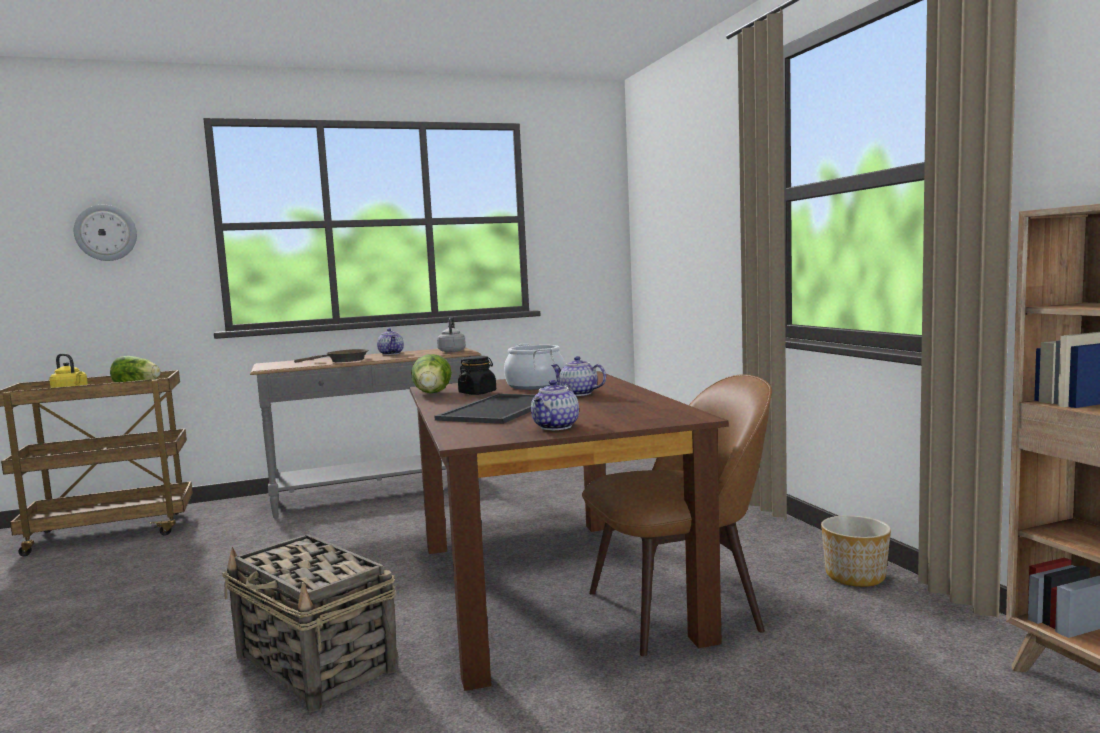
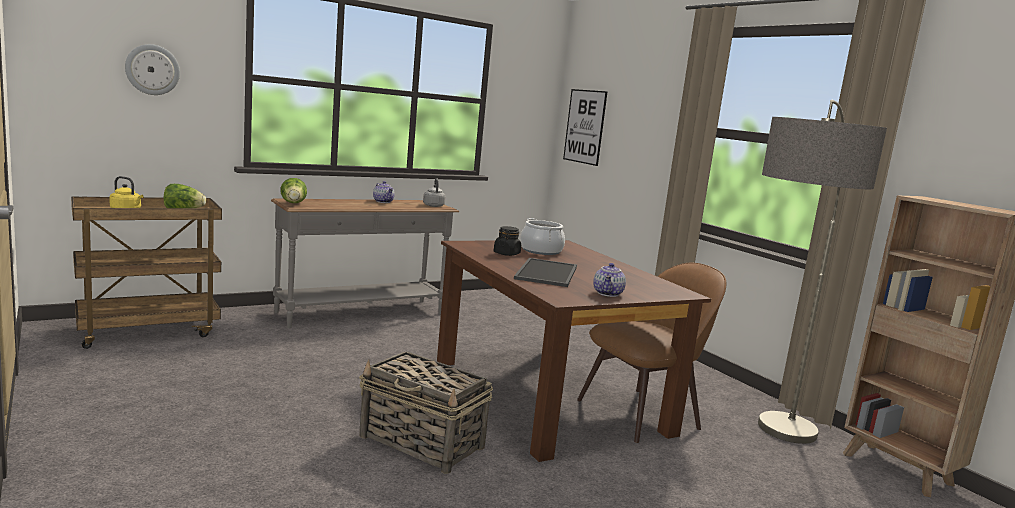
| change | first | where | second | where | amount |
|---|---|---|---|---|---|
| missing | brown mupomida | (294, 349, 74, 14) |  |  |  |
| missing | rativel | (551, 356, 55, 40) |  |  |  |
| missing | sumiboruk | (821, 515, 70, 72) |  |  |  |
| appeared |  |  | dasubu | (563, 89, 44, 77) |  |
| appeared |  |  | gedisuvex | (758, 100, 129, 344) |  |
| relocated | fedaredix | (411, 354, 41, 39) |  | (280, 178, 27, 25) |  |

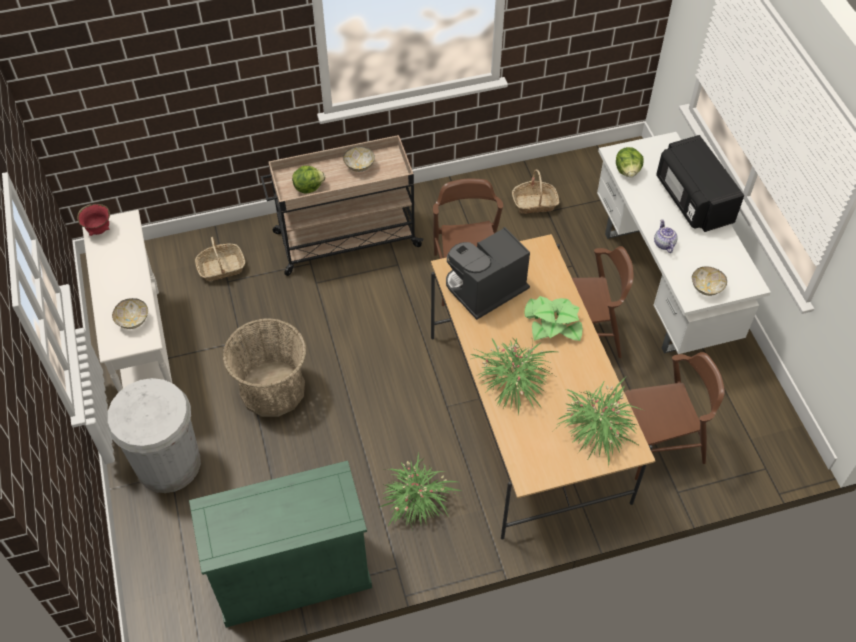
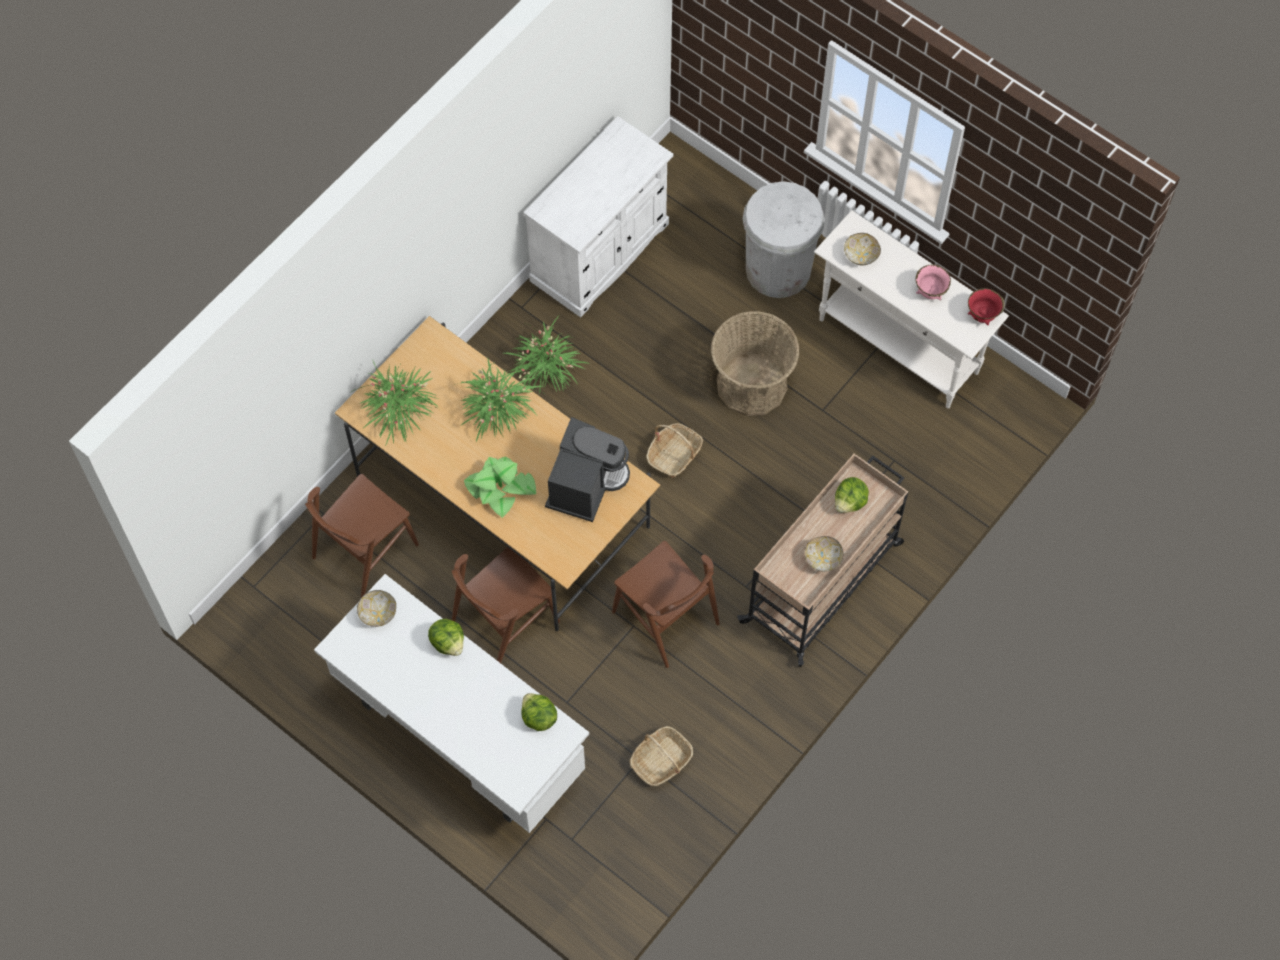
| change | first | where | second | where | amount |
|---|---|---|---|---|---|
| missing | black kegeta | (656, 135, 88, 97) |  |  |  |
| appeared |  |  | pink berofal | (915, 265, 36, 35) |  |
| relocated | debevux | (195, 237, 50, 44) |  | (646, 423, 57, 55) |  |
| exchanged | rativel | (654, 219, 24, 34) | fedaredix | (428, 619, 36, 37) |  |
| colour | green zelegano | (189, 461, 183, 166) | white zelegano | (523, 116, 151, 201) |  |

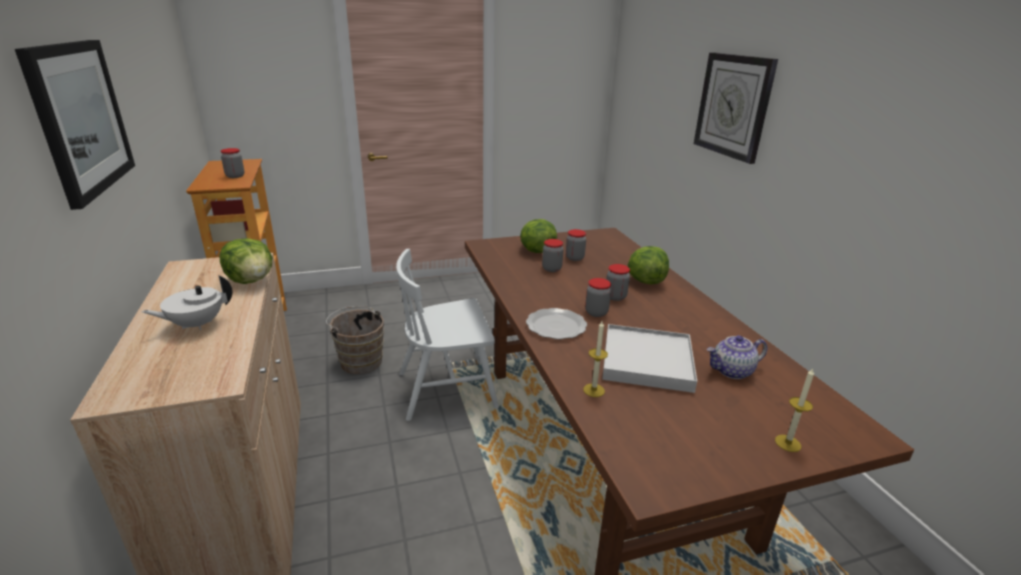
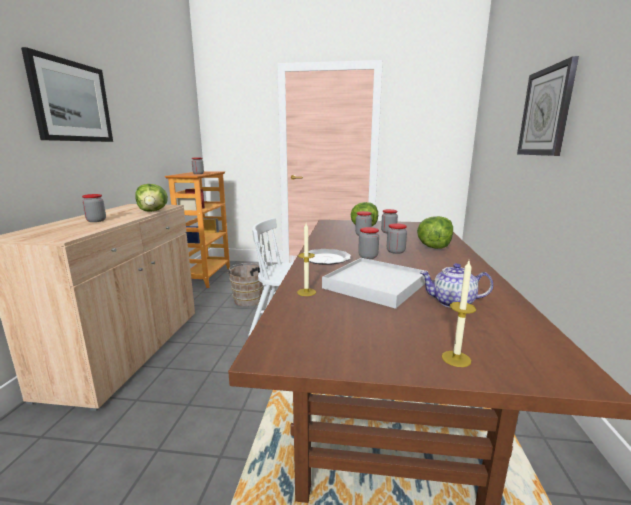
| change | first | where | second | where | amount |
|---|---|---|---|---|---|
| exchanged | white rativel | (142, 275, 90, 55) | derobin | (82, 194, 24, 28) |  |

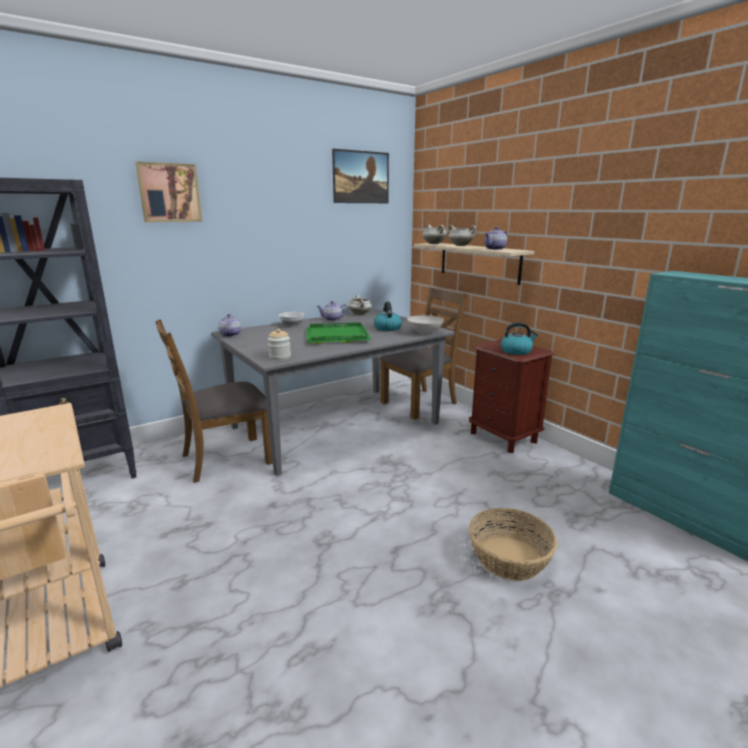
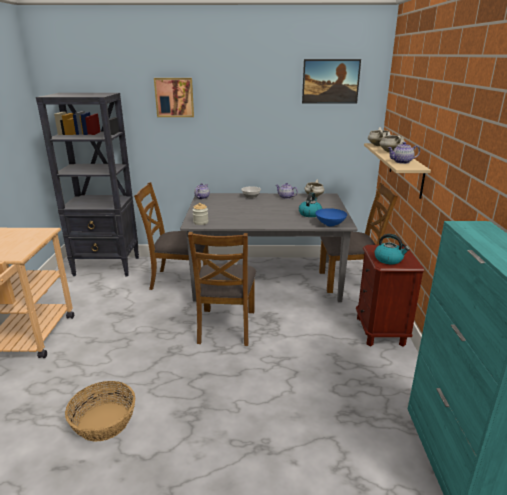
| change | first | where | second | where | amount |
|---|---|---|---|---|---|
| missing | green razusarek | (306, 322, 65, 22) |  |  |  |
| appeared |  |  | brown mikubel | (188, 232, 68, 114) |  |
| relocated | debevux | (469, 508, 88, 73) |  | (65, 381, 70, 61) |  |
| colour | white berofal | (407, 315, 37, 19) | blue berofal | (315, 208, 32, 18) |  |

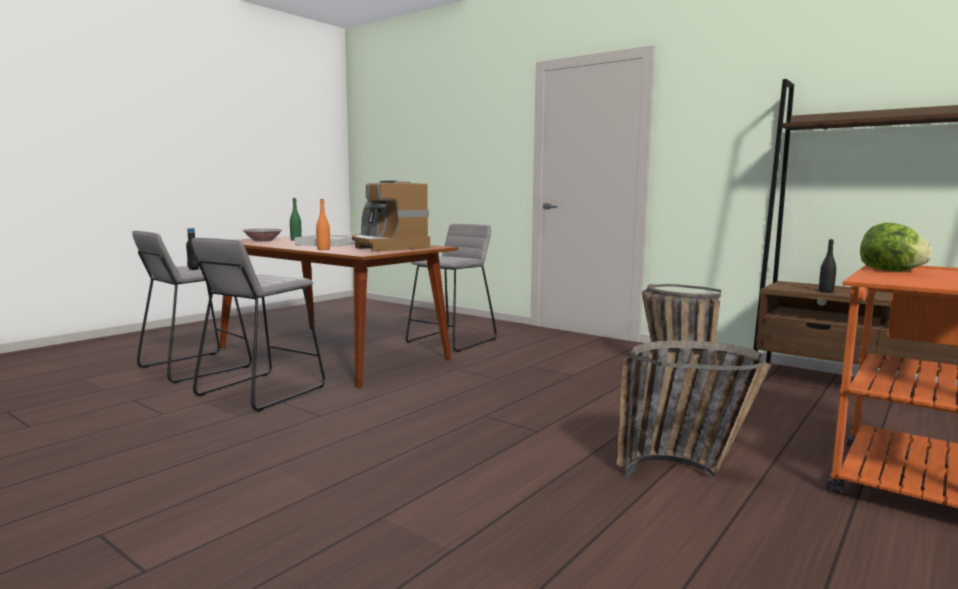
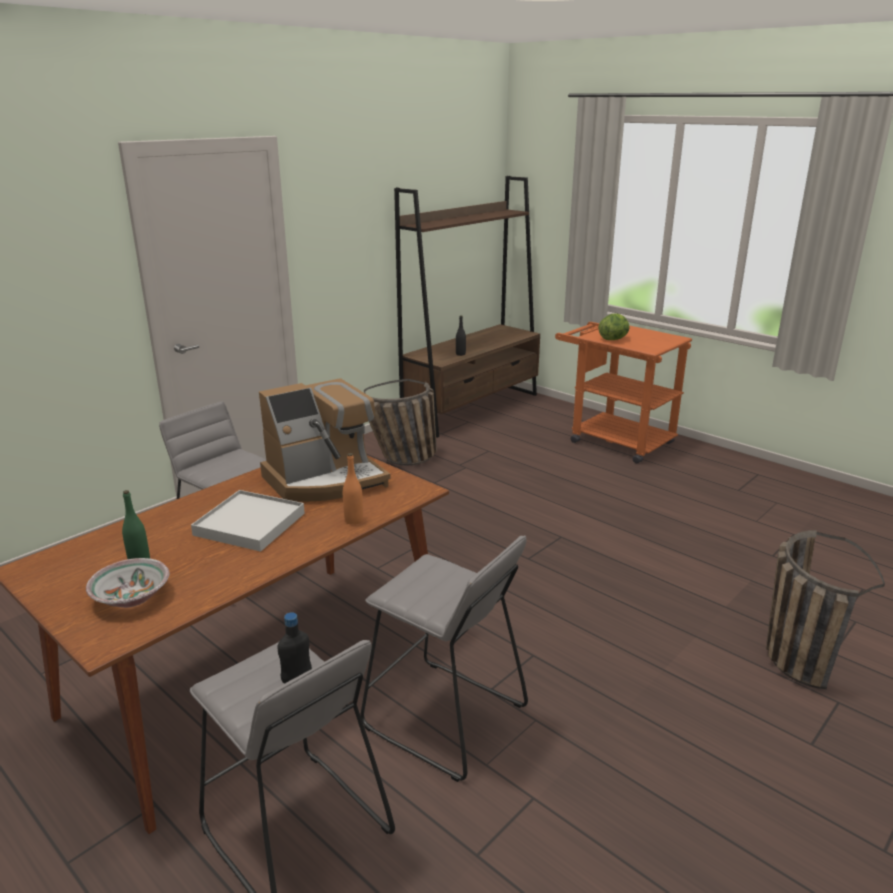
| change | first | where | second | where | amount |
|---|---|---|---|---|---|
| relocated | debevux | (617, 340, 154, 138) |  | (766, 530, 119, 159) |  |

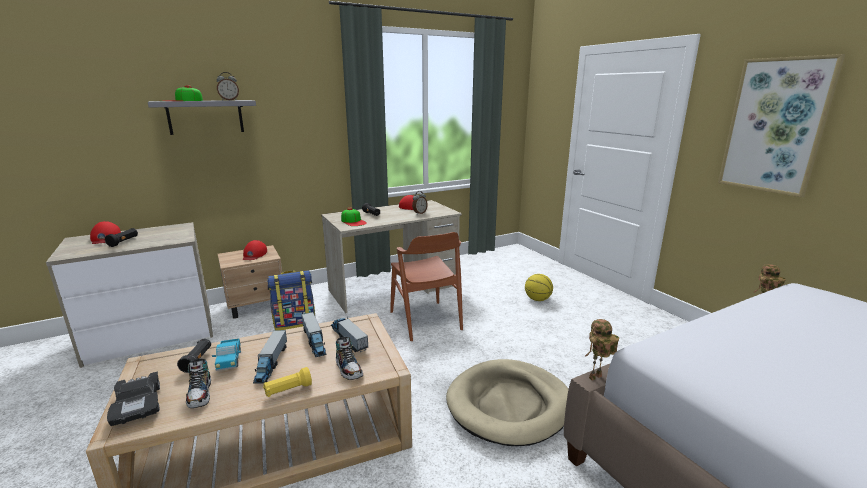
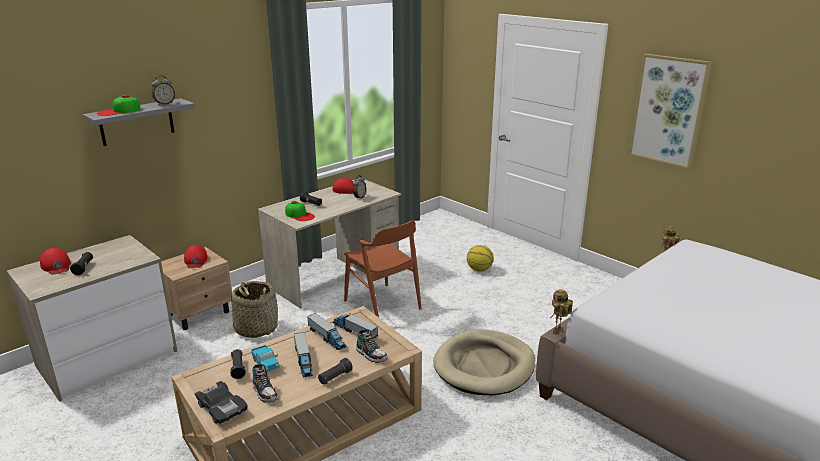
| change | first | where | second | where | amount |
|---|---|---|---|---|---|
| exchanged | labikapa | (267, 270, 48, 60) | debevux | (231, 281, 47, 57) |  |
| colour | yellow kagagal | (263, 367, 49, 30) | black kagagal | (318, 358, 35, 27) |  |

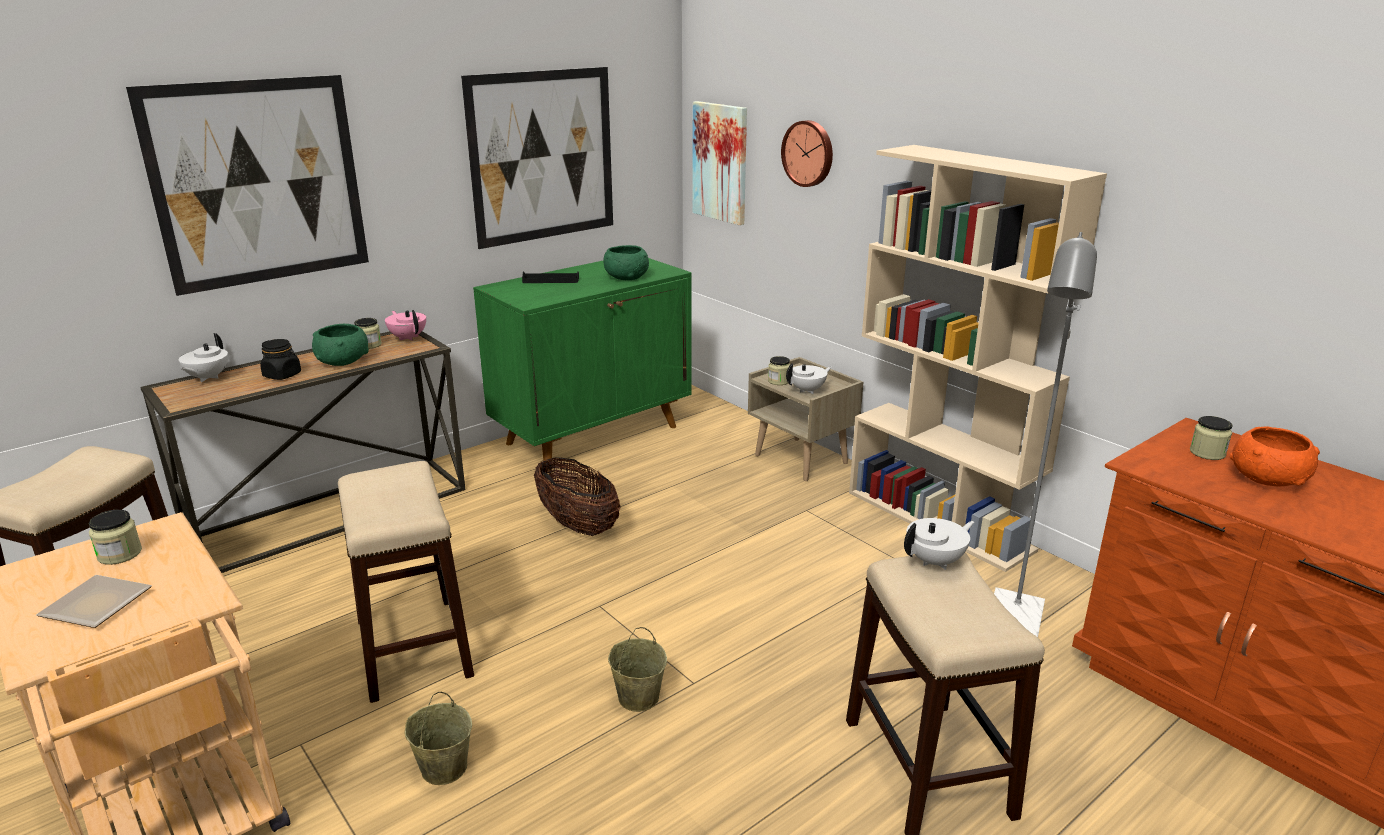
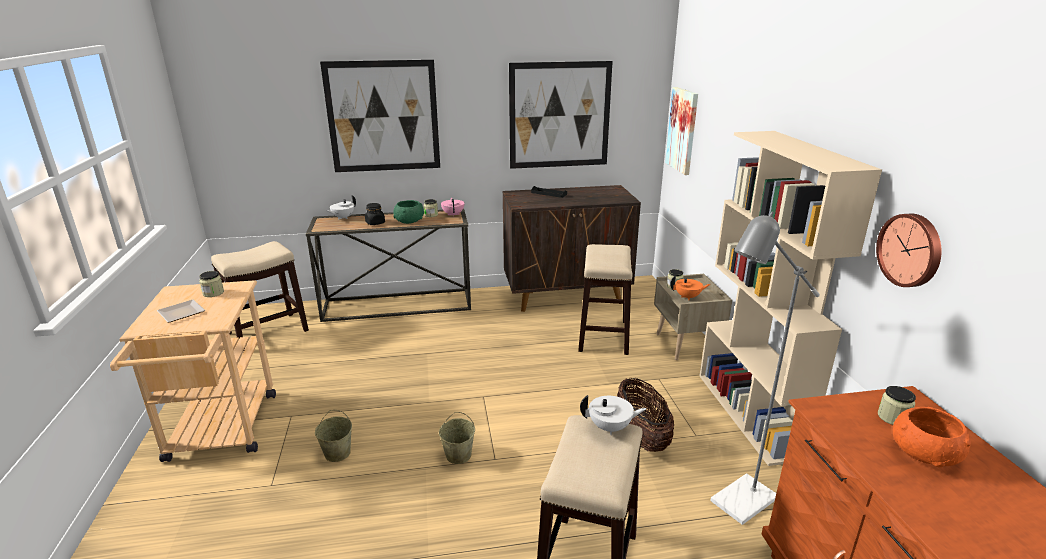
| change | first | where | second | where | amount |
|---|---|---|---|---|---|
| missing | green berofal | (603, 245, 46, 35) |  |  |  |
| relocated | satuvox | (338, 461, 136, 242) |  | (578, 244, 55, 111) |  |
| relocated | debevux | (534, 457, 86, 79) |  | (617, 378, 57, 74) |  |
| relocated | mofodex | (781, 120, 52, 67) |  | (876, 214, 66, 73) |  |
| colour | green zelegano | (473, 258, 219, 214) | brown zelegano | (503, 185, 138, 127) |  |
| colour | white rativel | (786, 363, 46, 31) | orange rativel | (670, 275, 41, 26) |  |

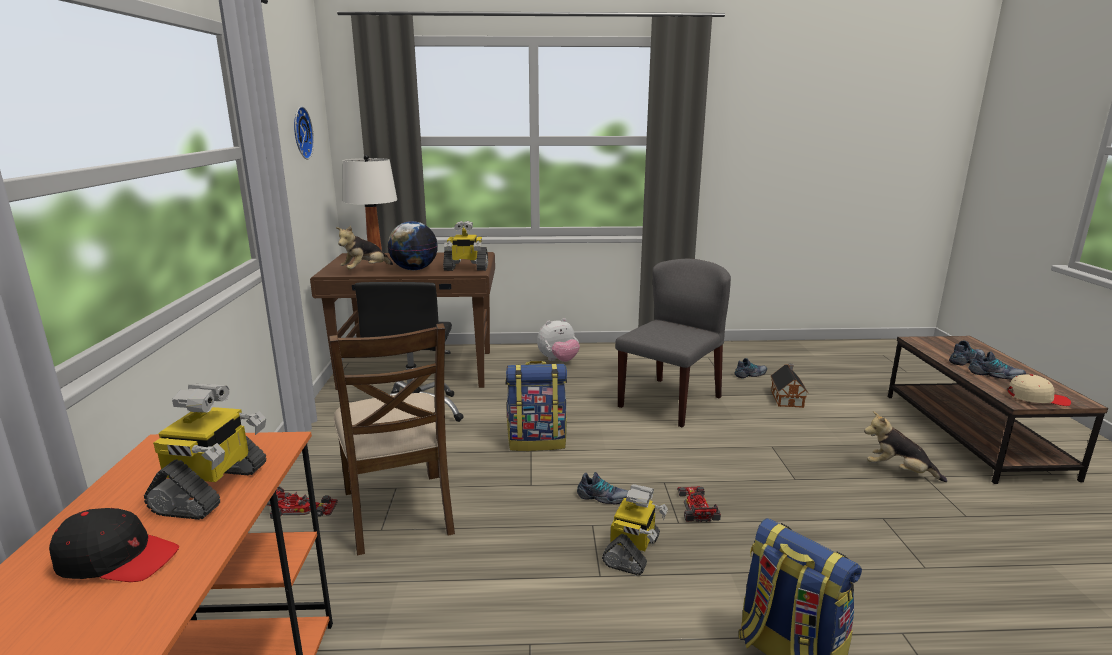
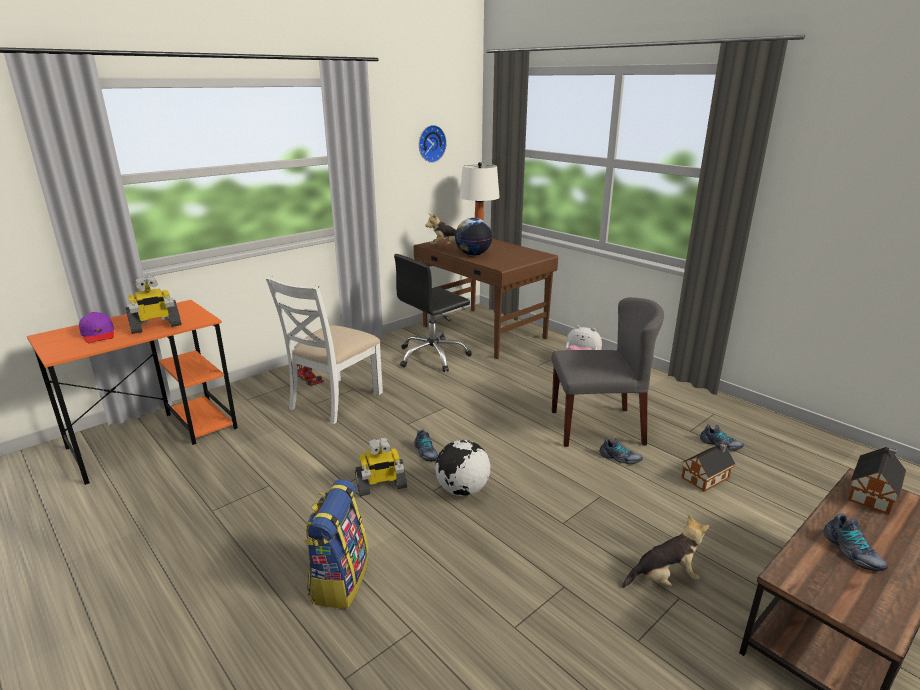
| change | first | where | second | where | amount |
|---|---|---|---|---|---|
| missing | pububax | (443, 221, 45, 50) |  |  |  |
| missing | labikapa | (505, 361, 62, 90) |  |  |  |
| missing | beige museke | (1008, 374, 63, 32) |  |  |  |
| appeared |  |  | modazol | (848, 447, 58, 68) |  |
| relocated | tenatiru | (949, 340, 36, 26) |  | (599, 438, 44, 26) |  |
| exchanged | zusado | (677, 486, 44, 36) | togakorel | (435, 440, 55, 56) |  |
| colour | black museke | (49, 508, 130, 74) | purple museke | (79, 312, 35, 31) |  |
| colour | brown mikubel | (329, 323, 126, 232) | white mikubel | (266, 276, 117, 148) |  |
| spun | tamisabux | (864, 411, 83, 71) |  | (622, 515, 87, 73) | 90 degrees clockwise |

